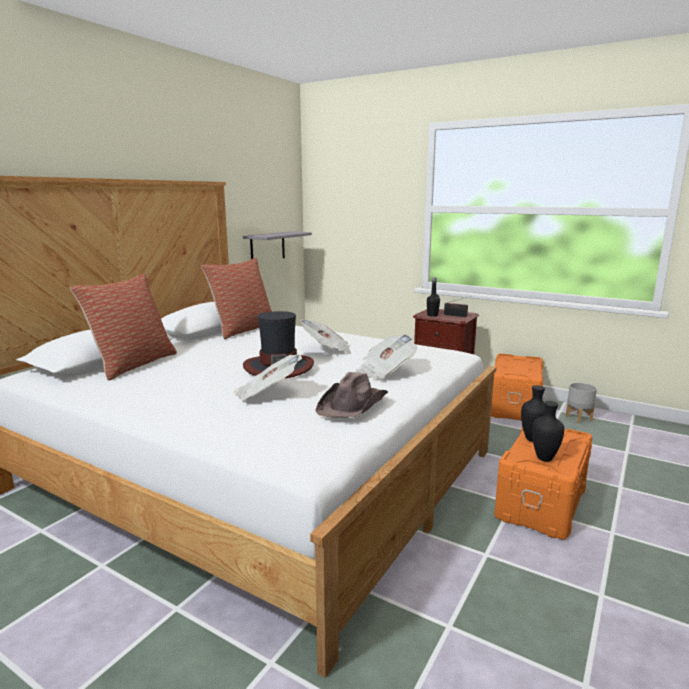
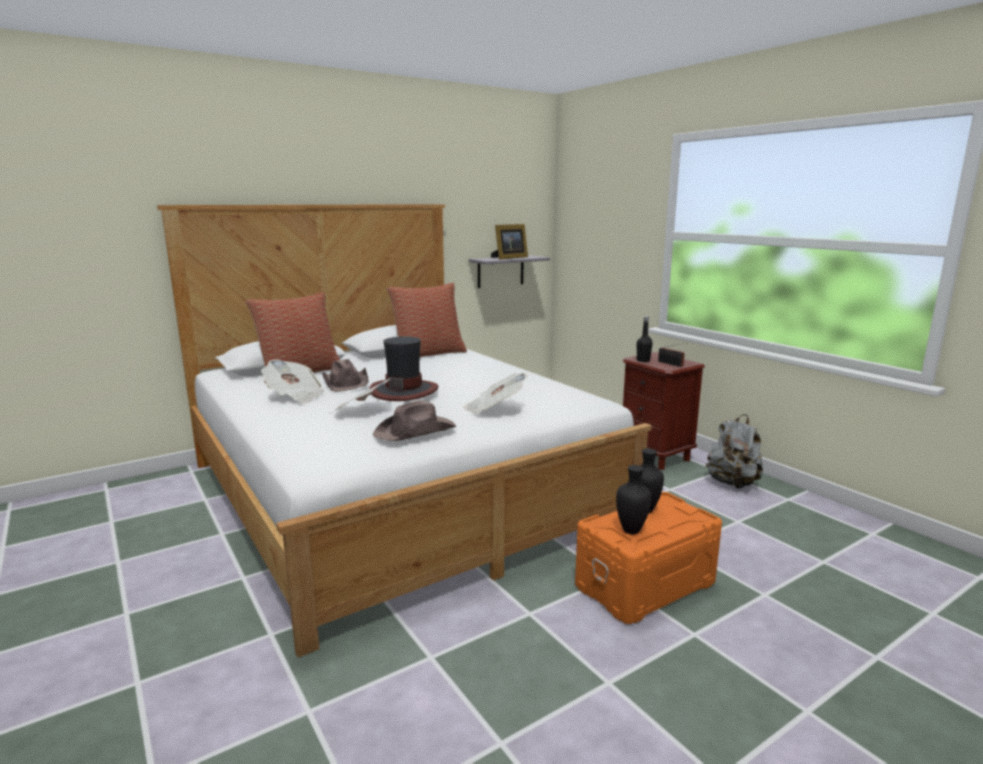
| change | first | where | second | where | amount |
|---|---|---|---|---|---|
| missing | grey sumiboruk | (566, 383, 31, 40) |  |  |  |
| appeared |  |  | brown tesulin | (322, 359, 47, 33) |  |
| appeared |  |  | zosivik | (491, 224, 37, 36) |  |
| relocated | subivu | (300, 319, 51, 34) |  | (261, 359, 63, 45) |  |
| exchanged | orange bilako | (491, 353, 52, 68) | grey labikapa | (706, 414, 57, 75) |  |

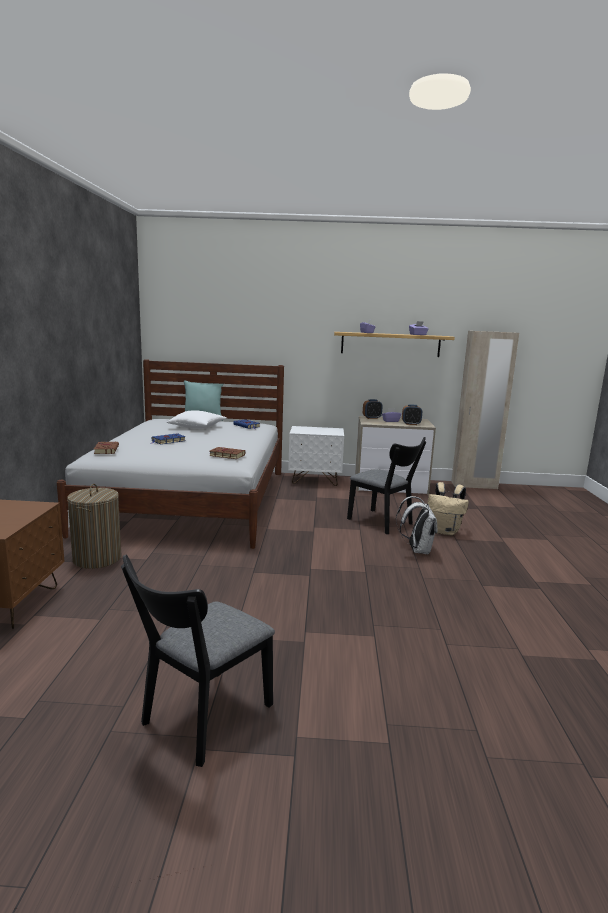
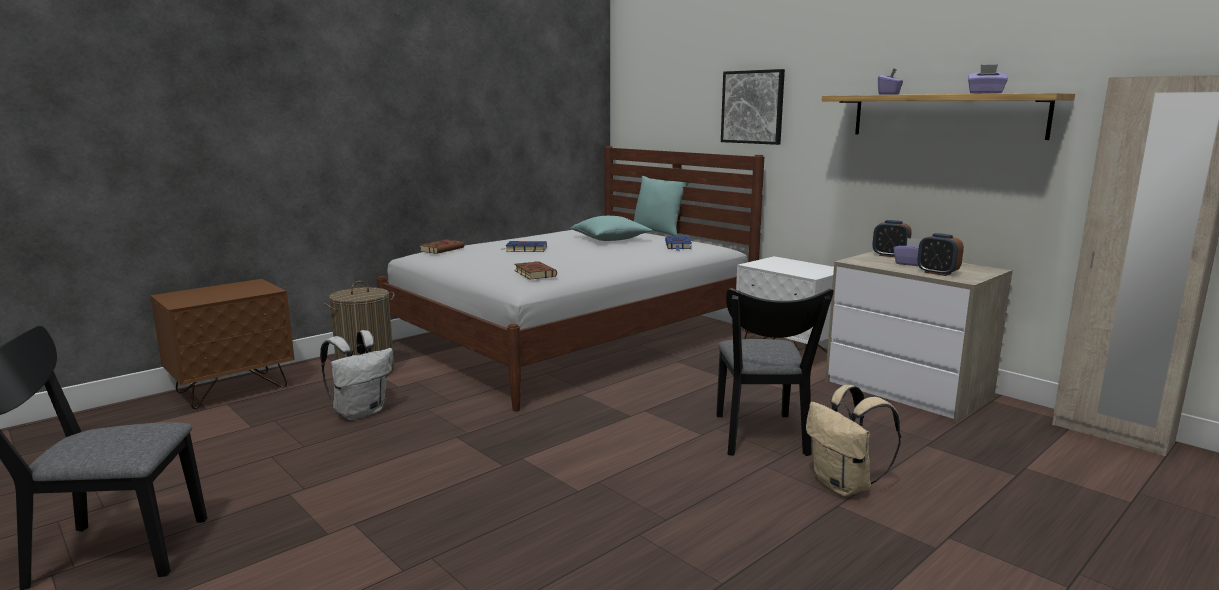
| change | first | where | second | where | amount |
|---|---|---|---|---|---|
| appeared |  |  | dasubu | (721, 69, 64, 76) |  |
| relocated | white labikapa | (396, 496, 41, 58) |  | (320, 330, 73, 90) |  |
| colour | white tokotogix | (167, 410, 60, 19) | turquoise tokotogix | (571, 216, 81, 25) |  |

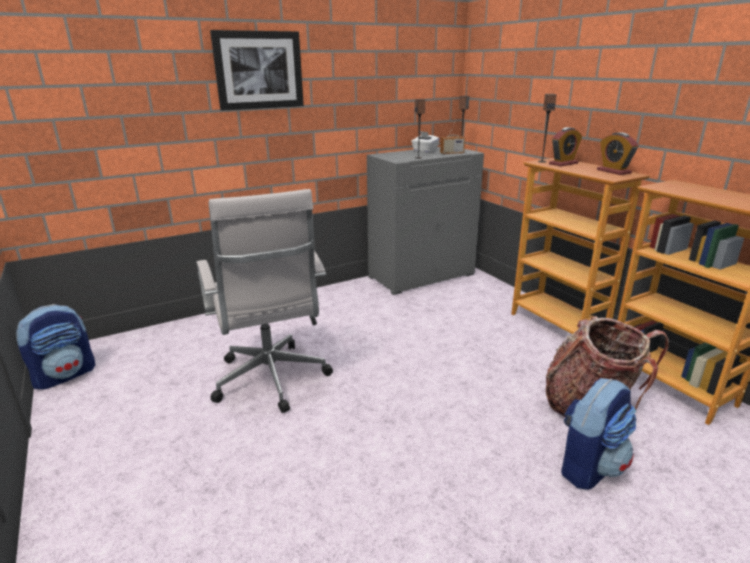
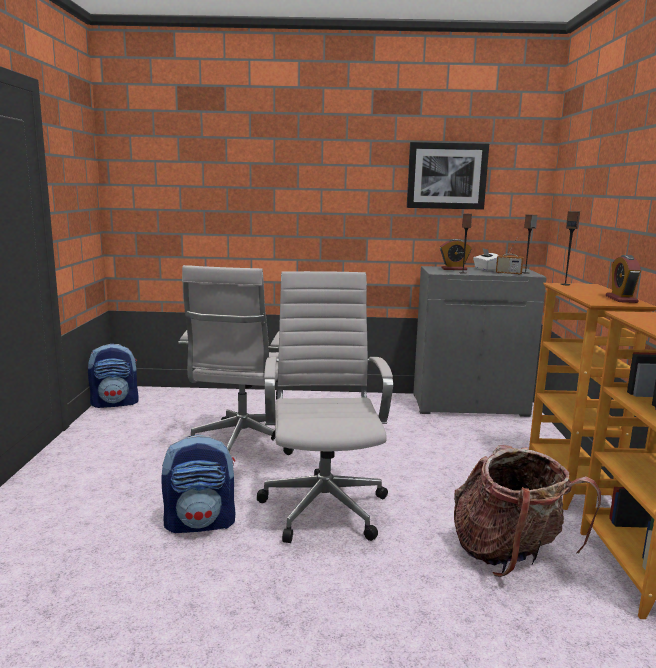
| change | first | where | second | where | amount |
|---|---|---|---|---|---|
| appeared |  |  | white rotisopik | (257, 271, 136, 272) |  |
| relocated | dasubu | (210, 30, 94, 81) |  | (407, 142, 82, 68) |  |
| relocated | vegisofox | (549, 127, 33, 39) |  | (440, 239, 32, 31) |  |
| relocated | labikapa | (561, 378, 75, 112) |  | (161, 435, 74, 98) |  |

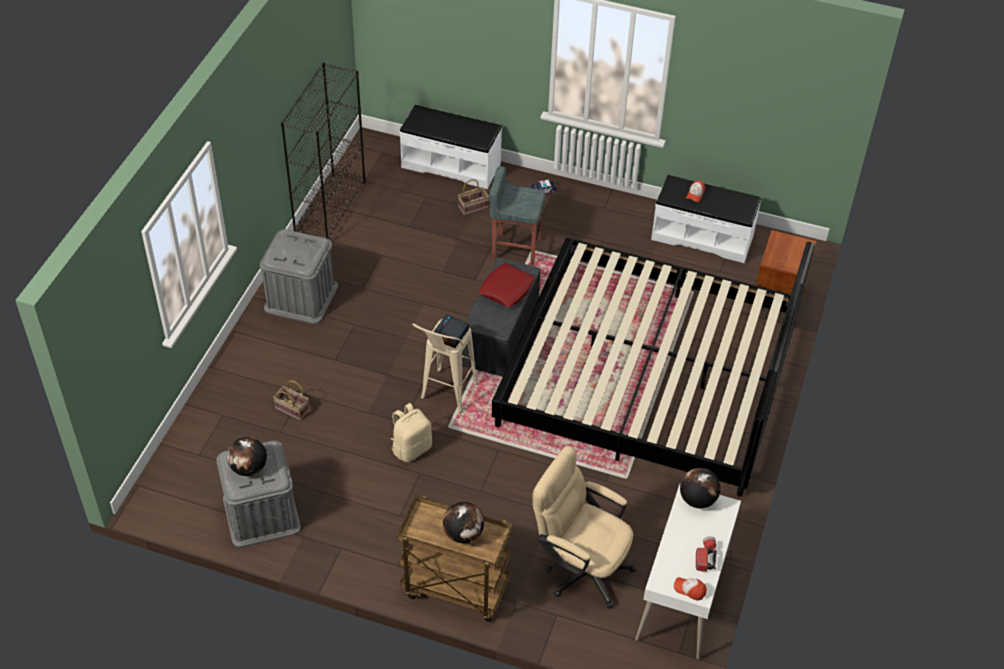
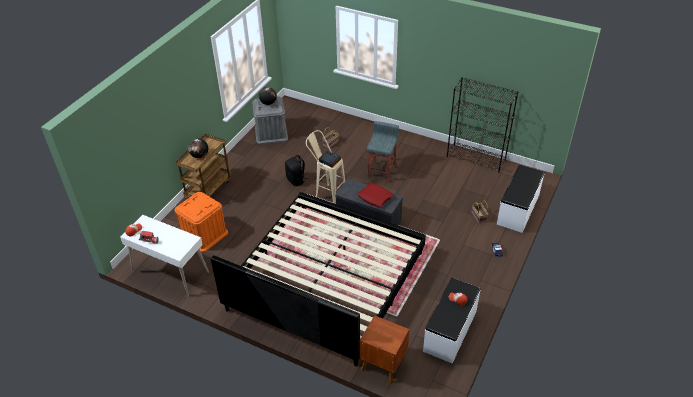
| change | first | where | second | where | amount |
|---|---|---|---|---|---|
| missing | grey bilako | (260, 229, 78, 95) |  |  |  |
| missing | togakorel | (680, 468, 41, 40) |  |  |  |
| relocated | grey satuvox | (489, 166, 56, 100) |  | (367, 121, 32, 61) |  |
| exchanged | beige rotisopik | (532, 446, 104, 163) | orange bilako | (175, 192, 53, 60) |  |
| colour | beige labikapa | (391, 403, 41, 59) | black labikapa | (285, 155, 23, 31) |  |

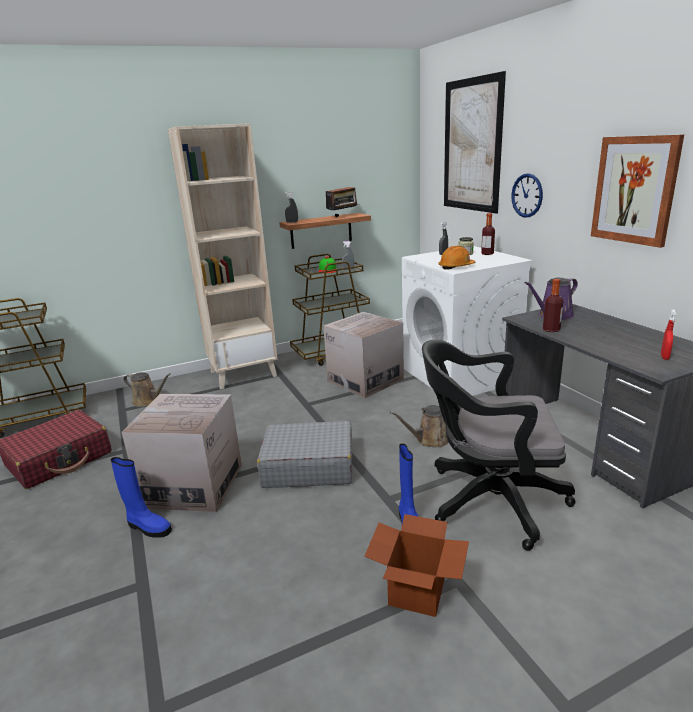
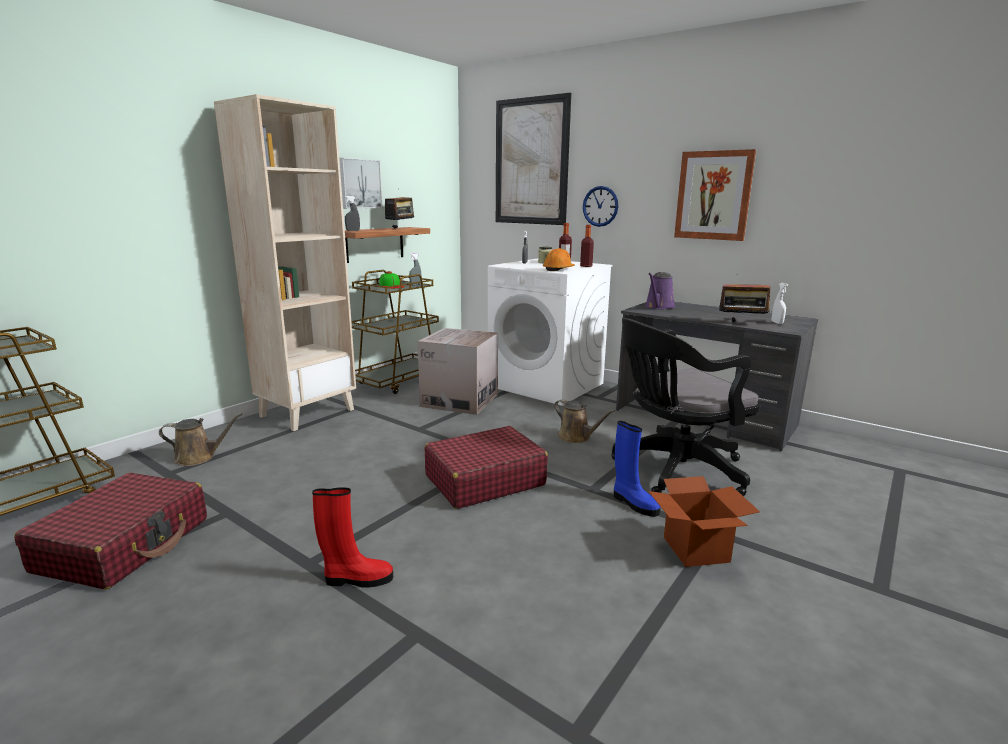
| change | first | where | second | where | amount |
|---|---|---|---|---|---|
| missing | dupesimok | (121, 394, 121, 118) |  |  |  |
| appeared |  |  | dasubu | (339, 158, 44, 51) |  |
| appeared |  |  | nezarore | (717, 274, 53, 48) |  |
| relocated | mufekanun | (543, 279, 21, 53) |  | (580, 225, 14, 42) |  |
| colour | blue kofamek | (111, 457, 61, 81) | red kofamek | (312, 487, 81, 101) |  |
| colour | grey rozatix | (257, 421, 95, 67) | red rozatix | (425, 426, 123, 83) |  |
| colour | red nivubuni | (661, 309, 15, 51) | white nivubuni | (772, 283, 16, 41) |  |
| spun | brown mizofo | (390, 405, 59, 42) |  | (554, 399, 62, 44) | 90 degrees counterclockwise |

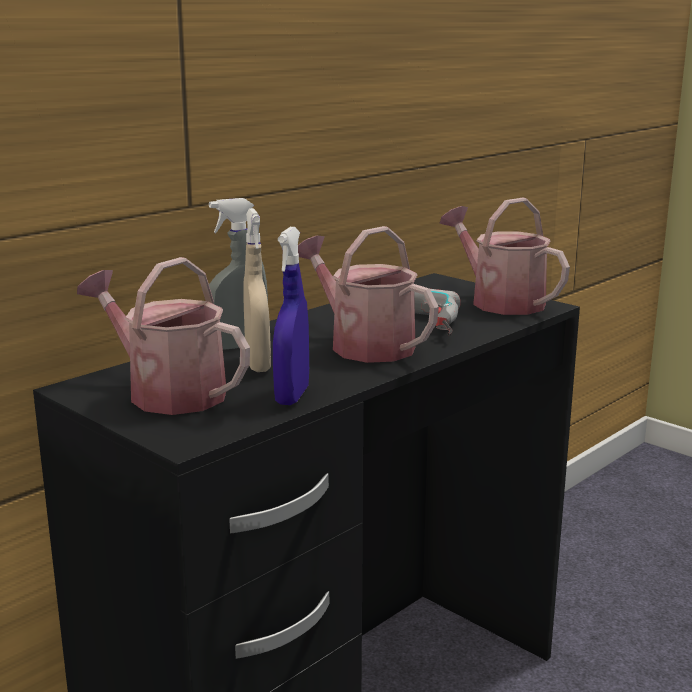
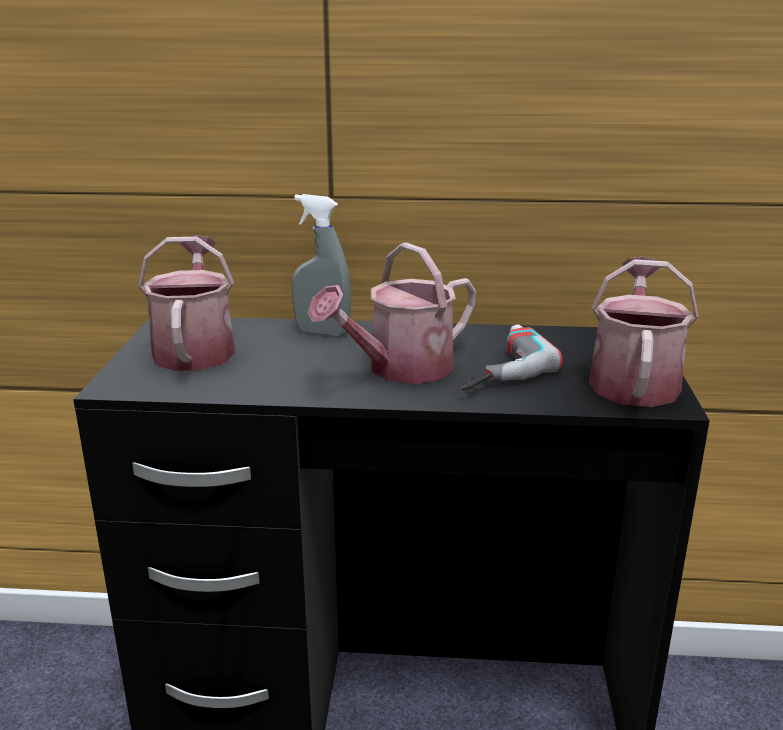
| change | first | where | second | where | amount |
|---|---|---|---|---|---|
| missing | beige nivubuni | (243, 208, 28, 164) |  |  |  |
| missing | blue nivubuni | (273, 227, 36, 178) |  |  |  |
| spun | mizofo | (298, 226, 141, 137) |  | (308, 242, 169, 142) | 135 degrees counterclockwise |

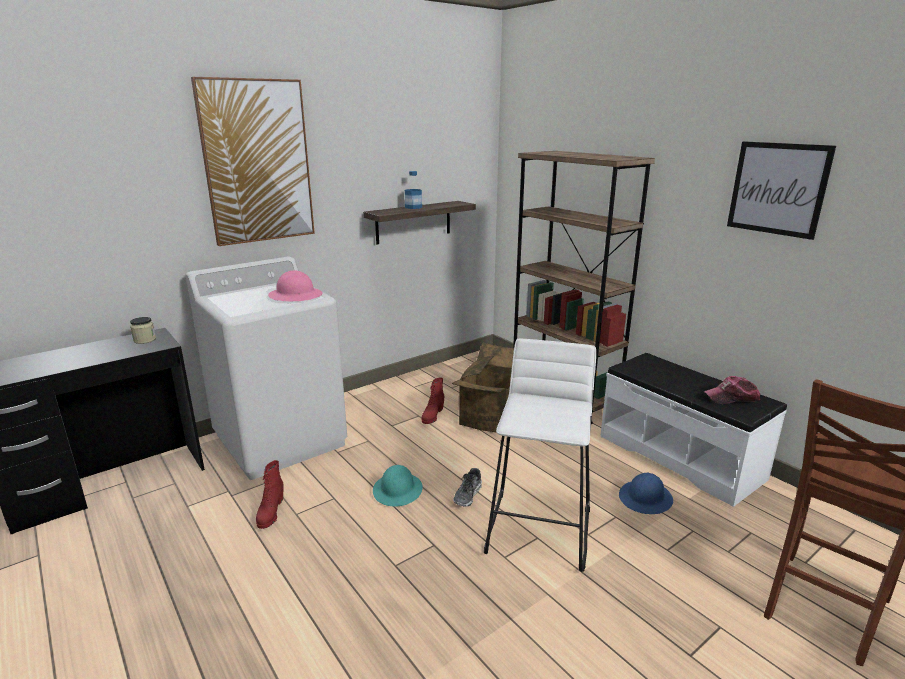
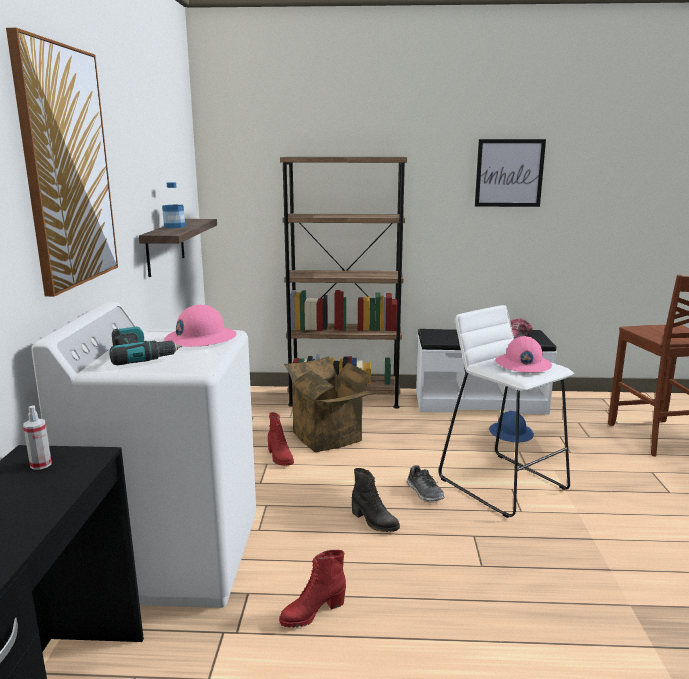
| change | first | where | second | where | amount |
|---|---|---|---|---|---|
| appeared |  |  | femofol | (110, 327, 72, 39) |  |
| appeared |  |  | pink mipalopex | (495, 336, 57, 36) |  |
| exchanged | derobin | (130, 317, 26, 27) | nivubuni | (23, 405, 29, 65) |  |
| exchanged | turquoise mipalopex | (373, 465, 50, 42) | black kofamek | (352, 468, 48, 64) |  |
| spun | red kofamek | (256, 460, 28, 69) |  | (279, 550, 67, 78) | 105 degrees clockwise |

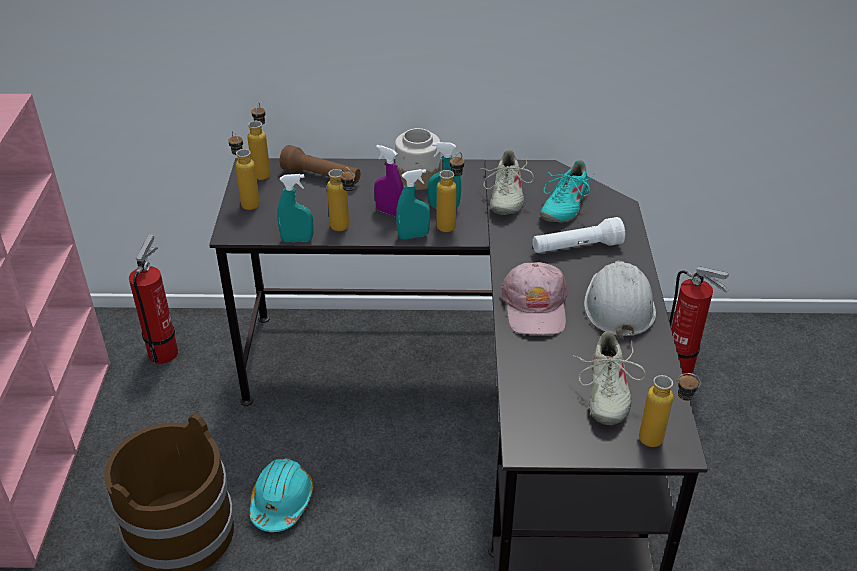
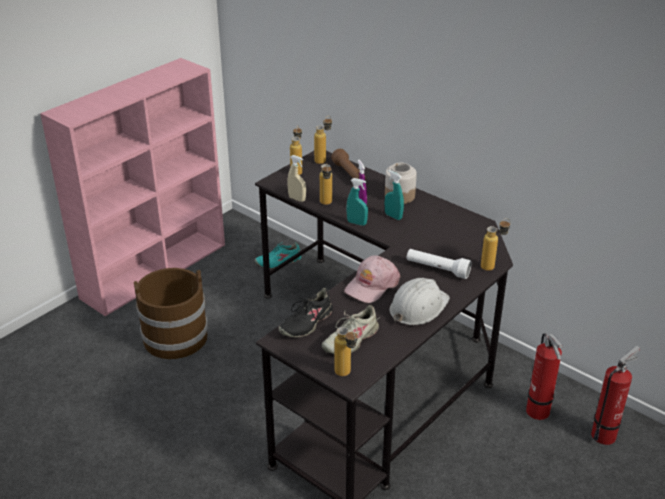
| change | first | where | second | where | amount |
|---|---|---|---|---|---|
| missing | turquoise mipalopex | (249, 459, 65, 73) |  |  |  |
| missing | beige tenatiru | (480, 150, 54, 65) |  |  |  |
| appeared |  |  | black tenatiru | (279, 288, 55, 50) |  |
| relocated | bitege | (129, 234, 49, 130) |  | (591, 346, 49, 99) |  |
| relocated | mufekanun | (436, 152, 28, 80) |  | (481, 218, 30, 53) |  |
| relocated | turquoise tenatiru | (540, 160, 56, 63) |  | (255, 242, 46, 27) |  |
| colour | turquoise nivubuni | (277, 174, 37, 68) | beige nivubuni | (287, 155, 19, 47) |  |

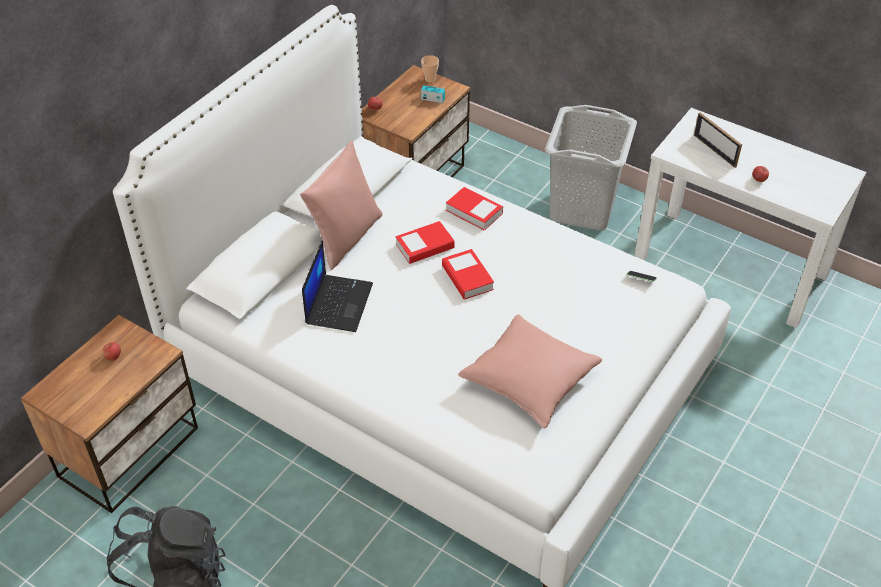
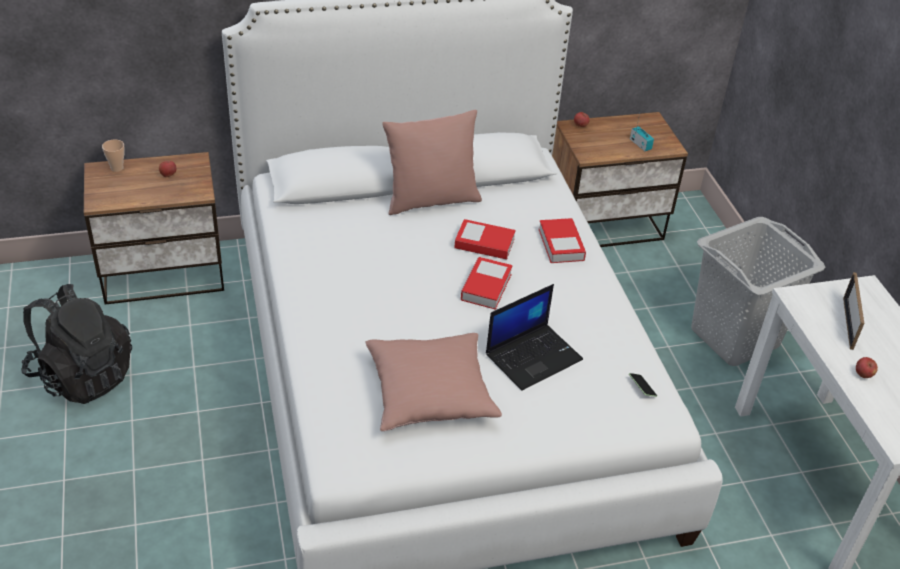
| change | first | where | second | where | amount |
|---|---|---|---|---|---|
| relocated | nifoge | (302, 240, 71, 92) |  | (486, 284, 97, 106) |  |
| relocated | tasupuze | (421, 55, 18, 28) |  | (102, 139, 23, 33) |  |

